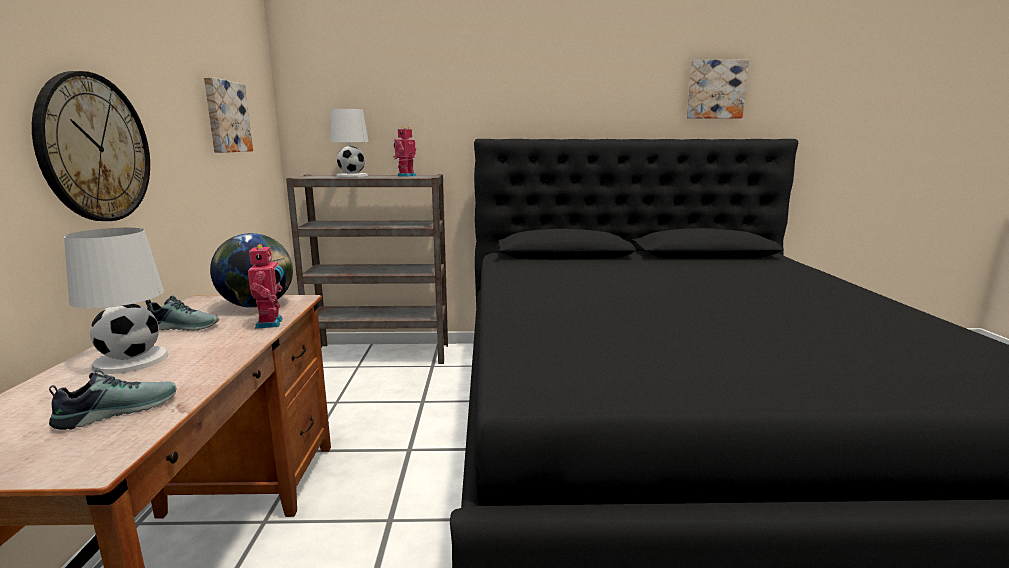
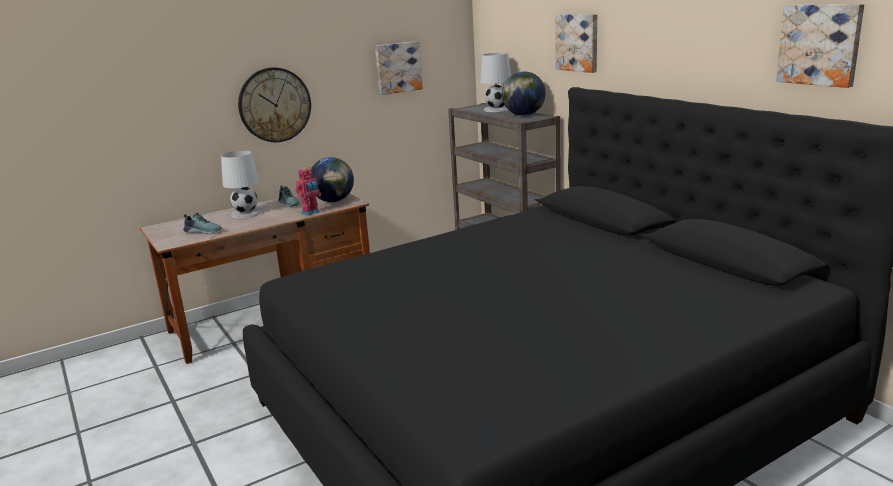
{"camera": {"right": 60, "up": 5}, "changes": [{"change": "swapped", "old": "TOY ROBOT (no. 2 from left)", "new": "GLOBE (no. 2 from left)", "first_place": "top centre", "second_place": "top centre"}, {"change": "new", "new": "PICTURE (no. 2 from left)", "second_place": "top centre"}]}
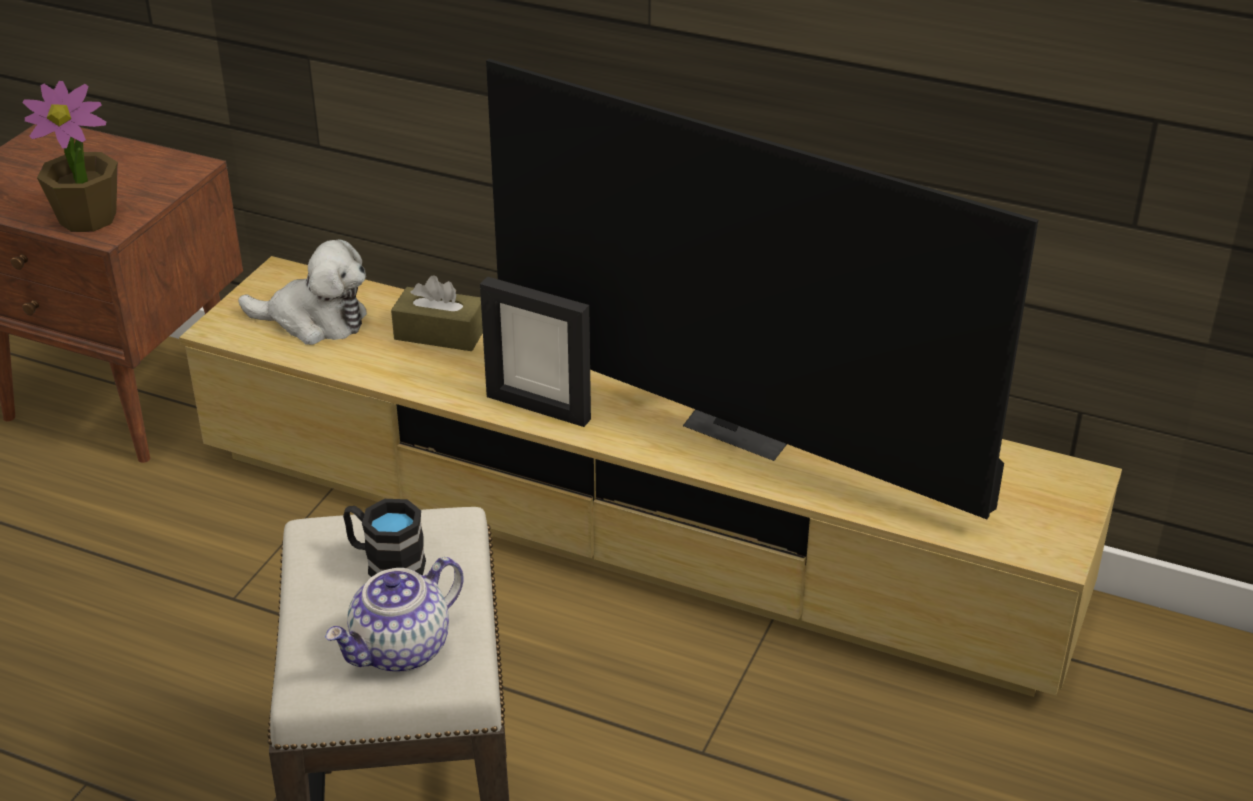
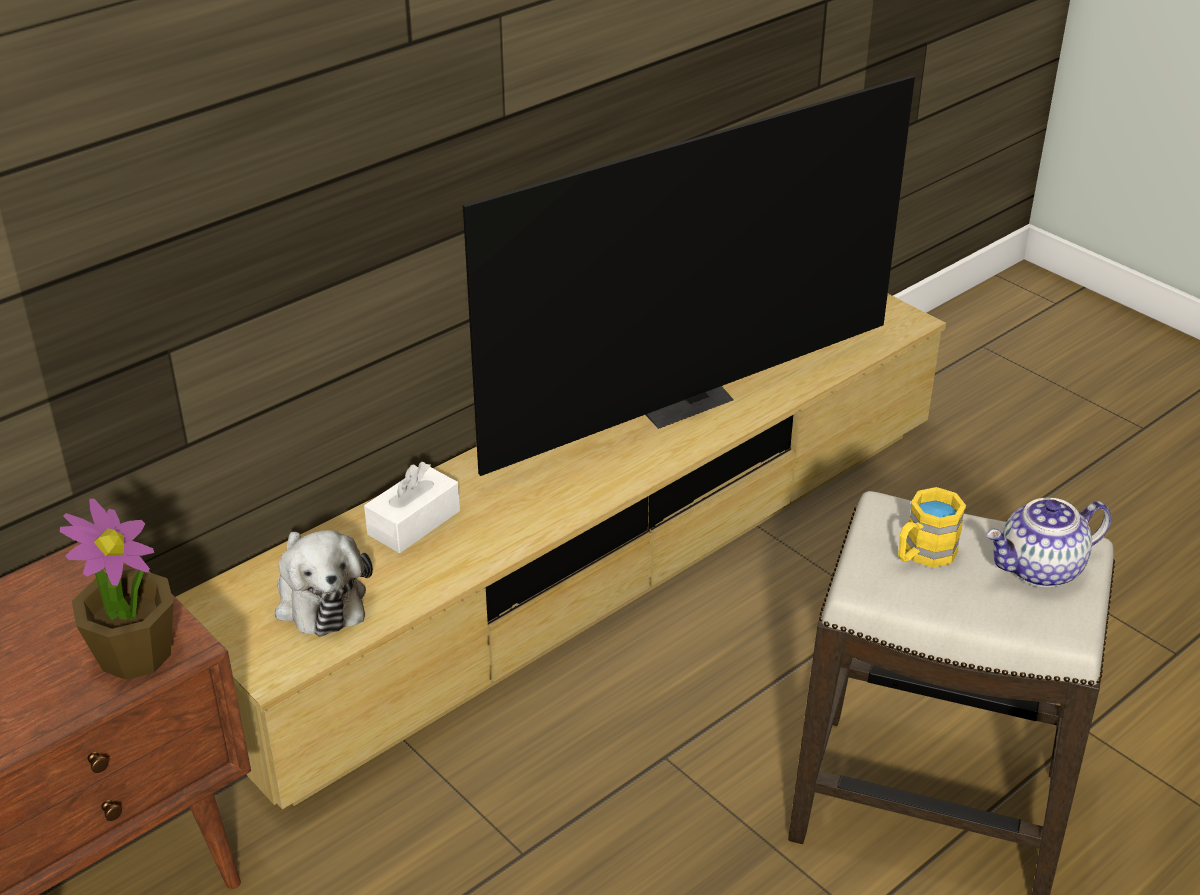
{"camera": {"right": -65, "up": 0}, "changes": [{"change": "rotated", "old": "PLUSH TOY", "first_place": "middle left", "second_place": "middle left", "degrees": 120}, {"change": "rotated", "old": "TEAPOT", "first_place": "bottom left", "second_place": "middle right", "degrees": 90}, {"change": "repainted", "old": "BLACK MUG", "new": "YELLOW MUG", "first_place": "bottom left", "second_place": "middle right"}, {"change": "repainted", "old": "BROWN TISSUE BOX", "new": "WHITE TISSUE BOX", "first_place": "centre", "second_place": "centre"}, {"change": "gone", "old": "PICTURE FRAME", "first_place": "centre"}]}
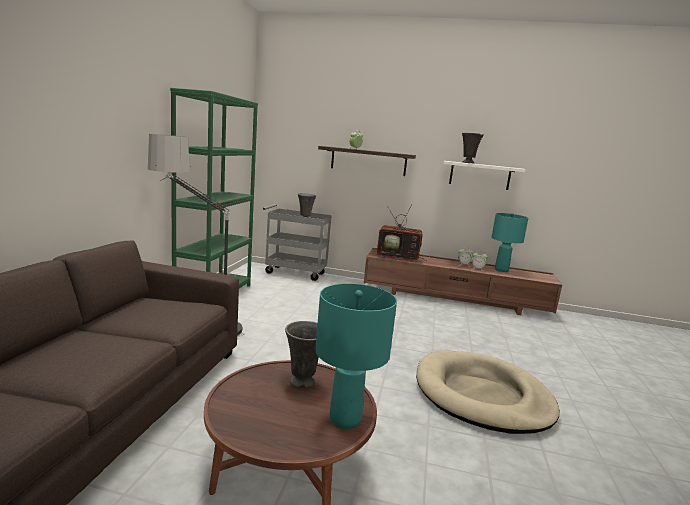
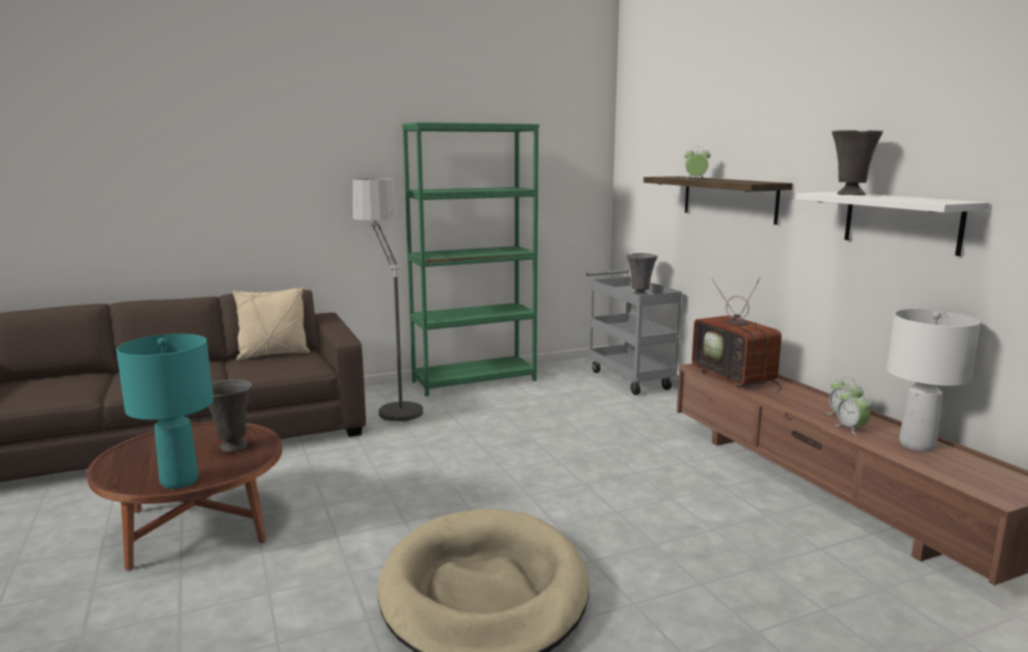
{"camera": {"right": 55, "up": 0}, "changes": [{"change": "repainted", "old": "TURQUOISE TABLE LAMP (no. 2 from left)", "new": "WHITE TABLE LAMP", "first_place": "middle right", "second_place": "middle right"}, {"change": "new", "new": "BEIGE PILLOW", "second_place": "middle left"}]}
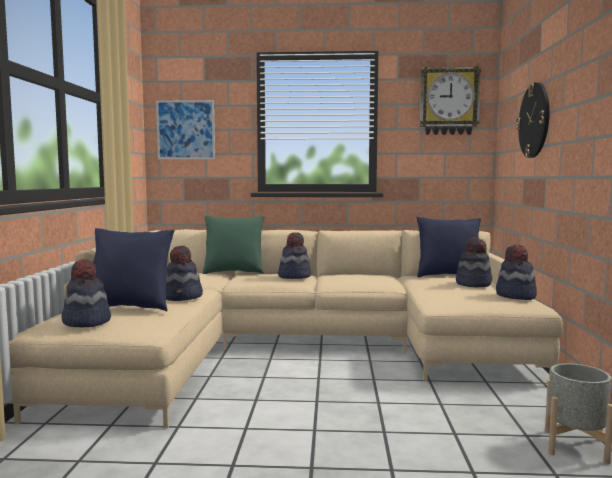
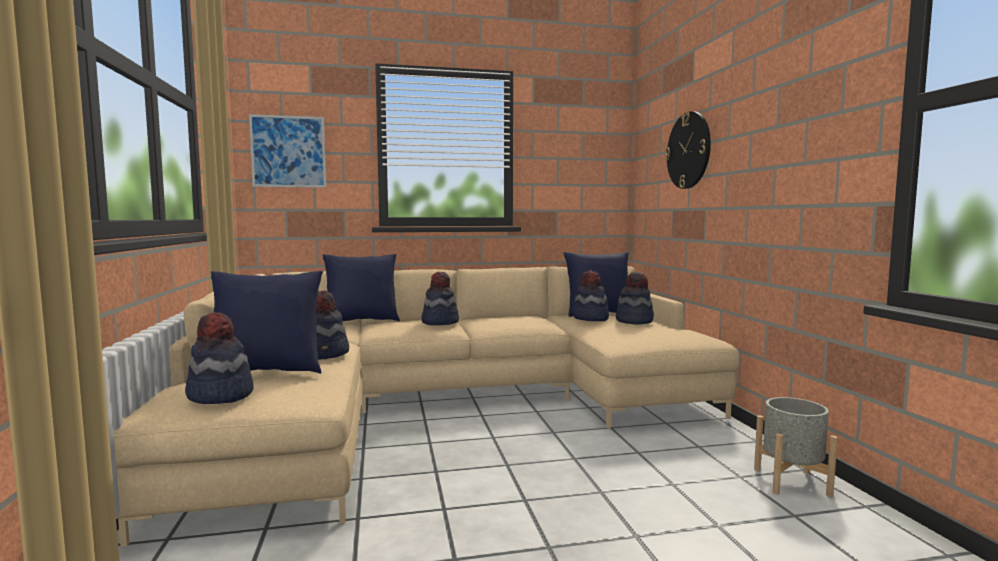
{"camera": {"right": -15, "up": 0}, "changes": [{"change": "repainted", "old": "GREEN PILLOW", "new": "BLUE PILLOW (no. 2 from left)", "first_place": "centre", "second_place": "centre"}, {"change": "gone", "old": "WALL CLOCK (no. 1 from left)", "first_place": "top right"}, {"change": "shifted", "old": "HAT (no. 5 from left in the first image)", "new": "HAT (no. 4 from left)", "first_place": "middle right", "second_place": "centre"}]}
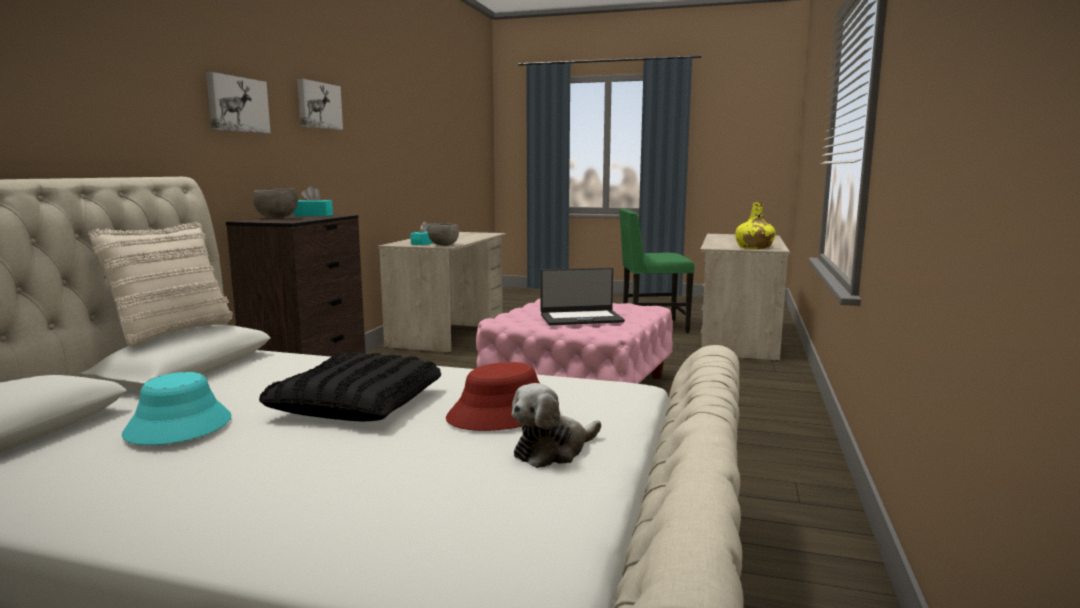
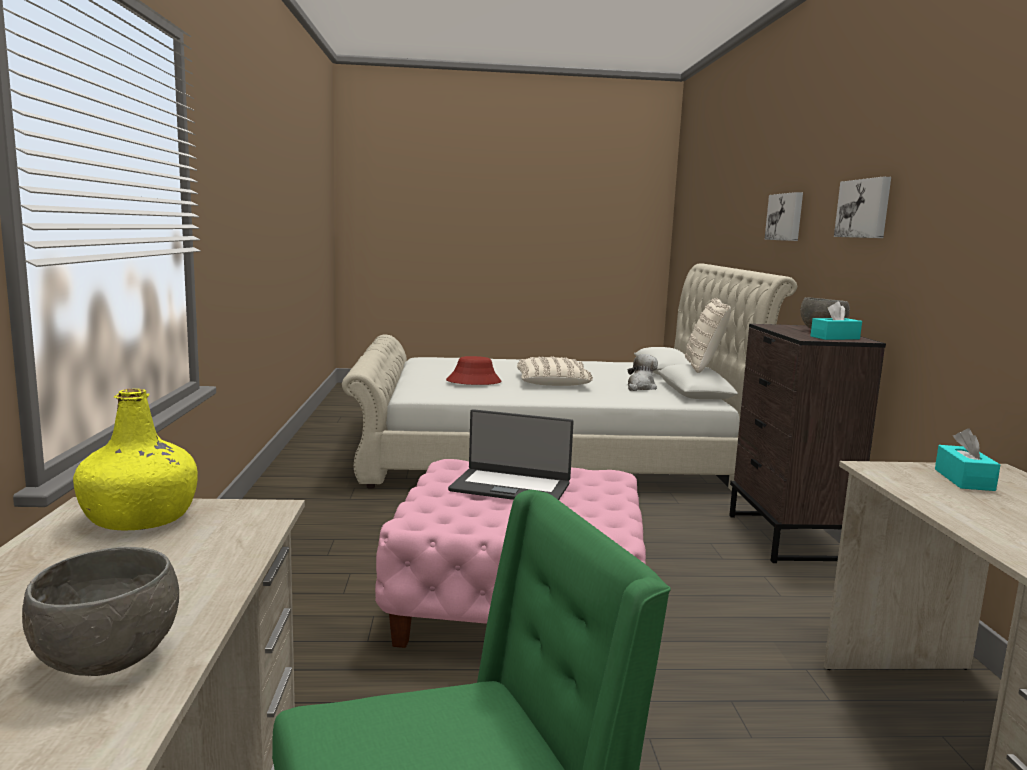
{"camera": {"right": 160, "up": 0}, "changes": [{"change": "gone", "old": "TURQUOISE HAT", "first_place": "bottom left"}, {"change": "repainted", "old": "BLACK PILLOW", "new": "BEIGE PILLOW (no. 1 from left)", "first_place": "middle left", "second_place": "centre"}, {"change": "shifted", "old": "PICTURE (no. 2 from left in the first image)", "new": "PICTURE (no. 1 from left)", "first_place": "top left", "second_place": "top right"}, {"change": "shifted", "old": "GREY BOWL (no. 2 from left in the first image)", "new": "GREY BOWL (no. 1 from left)", "first_place": "centre", "second_place": "bottom left"}, {"change": "shifted", "old": "PLUSH TOY", "first_place": "bottom centre", "second_place": "centre"}, {"change": "rotated", "old": "LAPTOP", "first_place": "centre", "second_place": "centre", "degrees": -135}]}
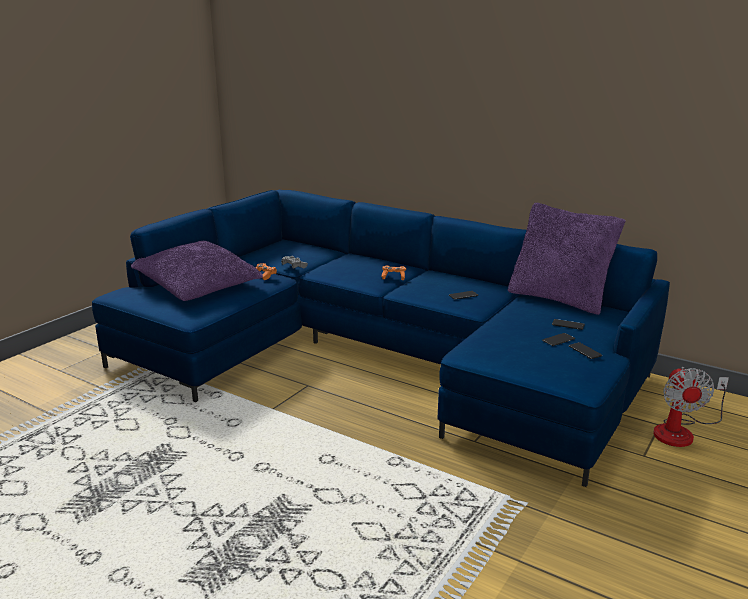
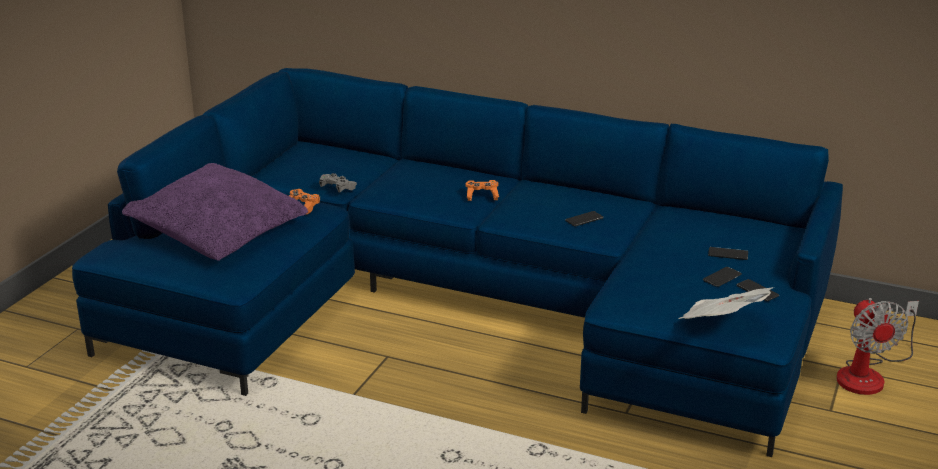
{"camera": {"right": -10, "up": 5}, "changes": [{"change": "gone", "old": "PURPLE PILLOW (no. 2 from left)", "first_place": "middle right"}, {"change": "new", "new": "NEWSPAPER", "second_place": "middle right"}]}
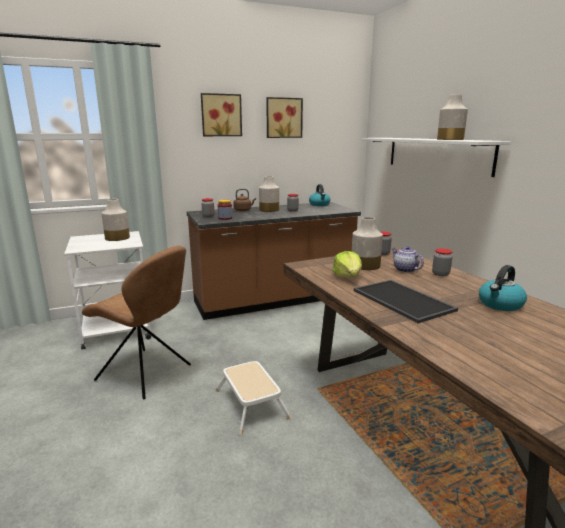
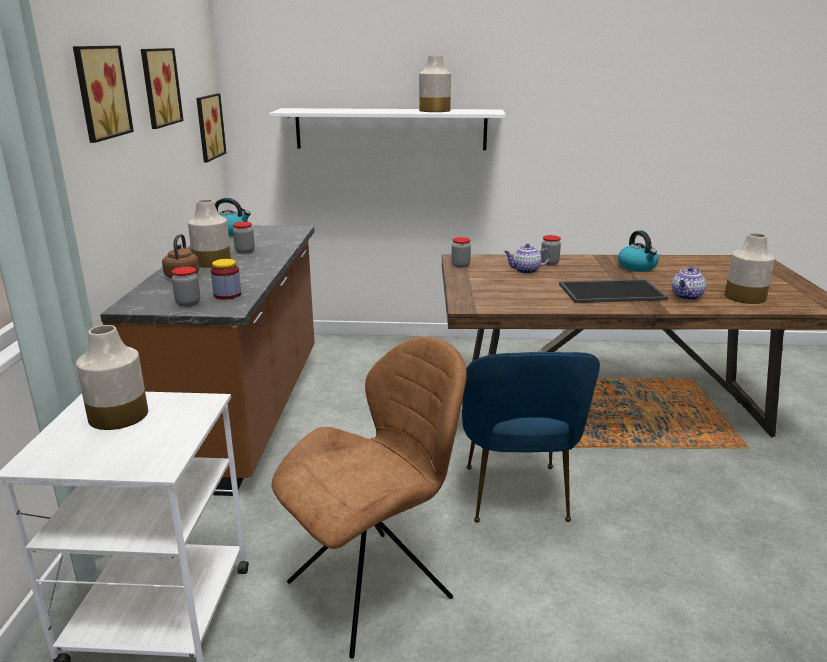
{"camera": {"right": -65, "up": 5}, "changes": [{"change": "swapped", "old": "BEIGE STEP LADDER", "new": "BLUE CHAIR", "first_place": "bottom centre", "second_place": "centre"}, {"change": "gone", "old": "LETTUCE", "first_place": "centre"}, {"change": "shifted", "old": "BEIGE VASE (no. 3 from left in the first image)", "new": "BEIGE VASE (no. 4 from left)", "first_place": "centre", "second_place": "middle right"}, {"change": "new", "new": "PICTURE (no. 3 from left)", "second_place": "top left"}, {"change": "new", "new": "TEAPOT (no. 2 from left)", "second_place": "middle right"}]}
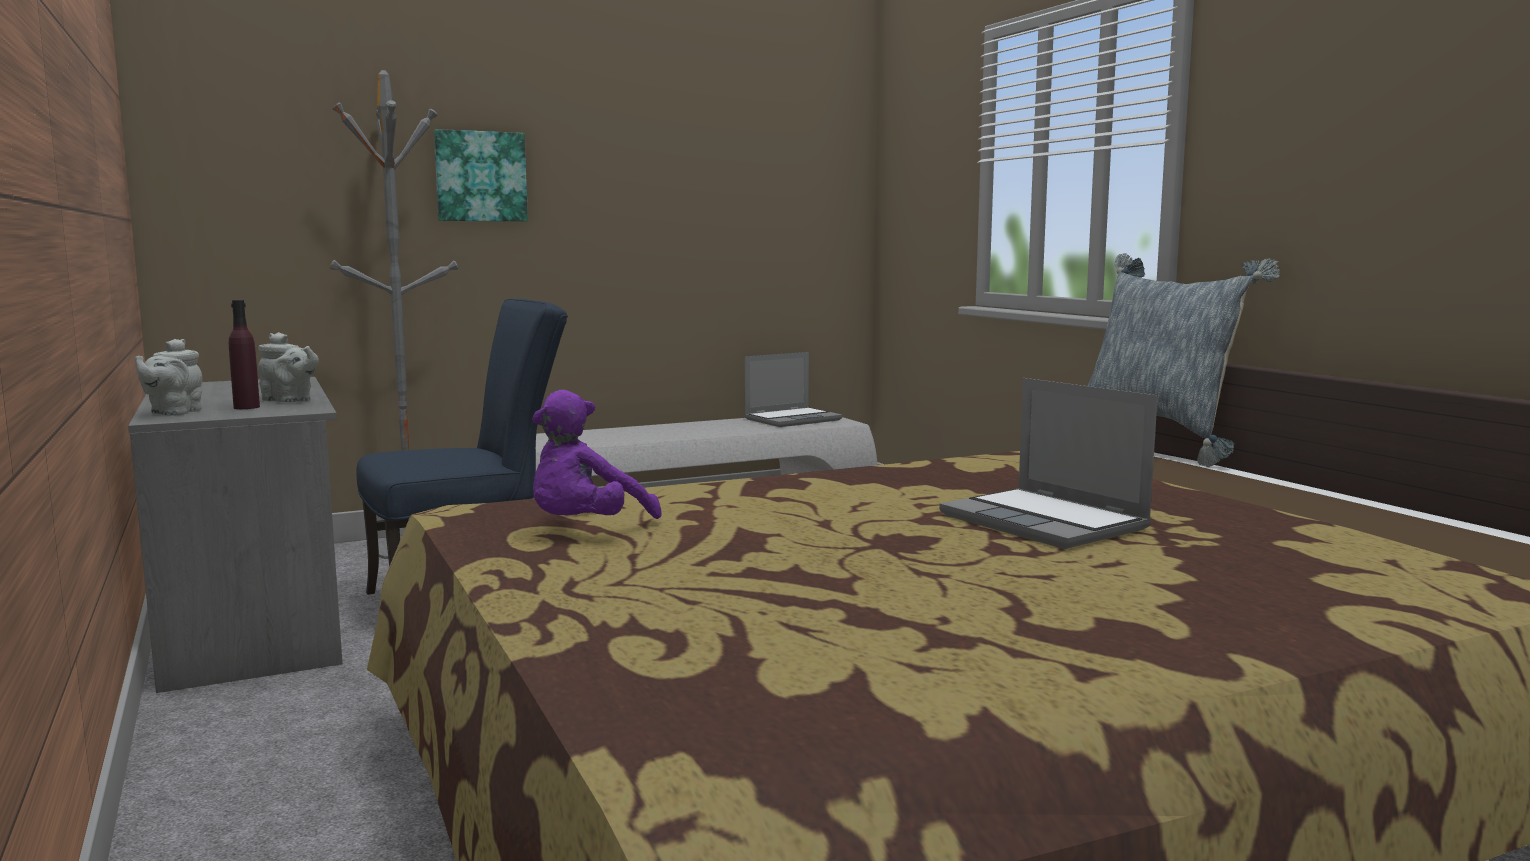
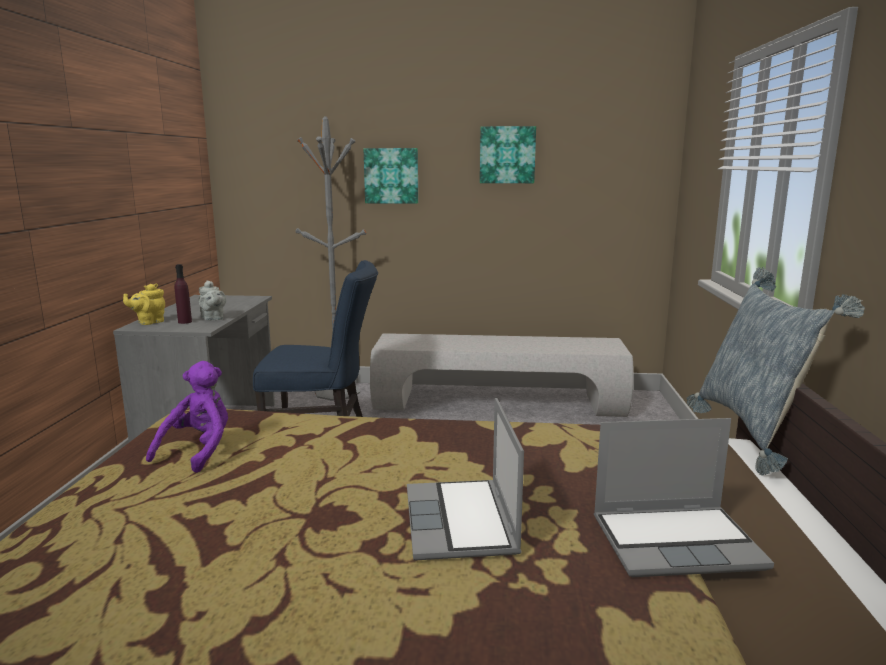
{"camera": {"right": 30, "up": 5}, "changes": [{"change": "repainted", "old": "GREY TEAPOT (no. 1 from left)", "new": "YELLOW TEAPOT", "first_place": "middle left", "second_place": "middle left"}, {"change": "rotated", "old": "PURPLE PLUSH TOY", "first_place": "centre", "second_place": "middle left", "degrees": 135}, {"change": "shifted", "old": "LAPTOP (no. 1 from left in the first image)", "new": "LAPTOP (no. 2 from left)", "first_place": "centre", "second_place": "bottom right"}, {"change": "new", "new": "PICTURE (no. 2 from left)", "second_place": "top centre"}]}
